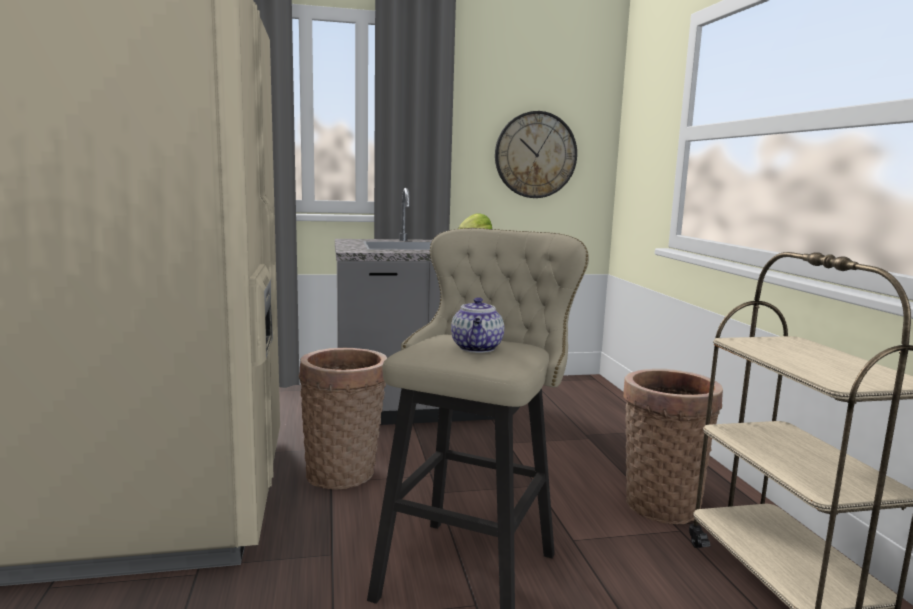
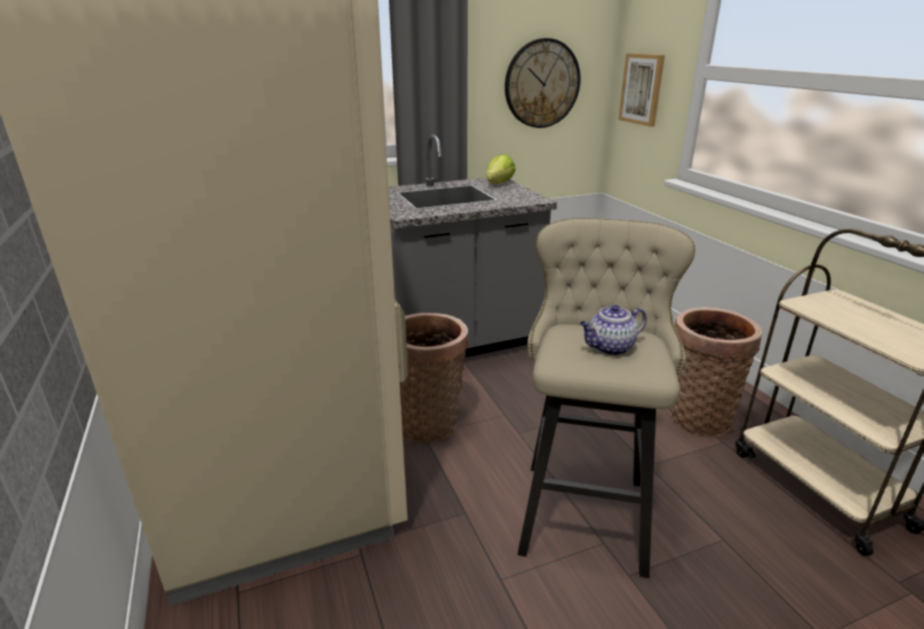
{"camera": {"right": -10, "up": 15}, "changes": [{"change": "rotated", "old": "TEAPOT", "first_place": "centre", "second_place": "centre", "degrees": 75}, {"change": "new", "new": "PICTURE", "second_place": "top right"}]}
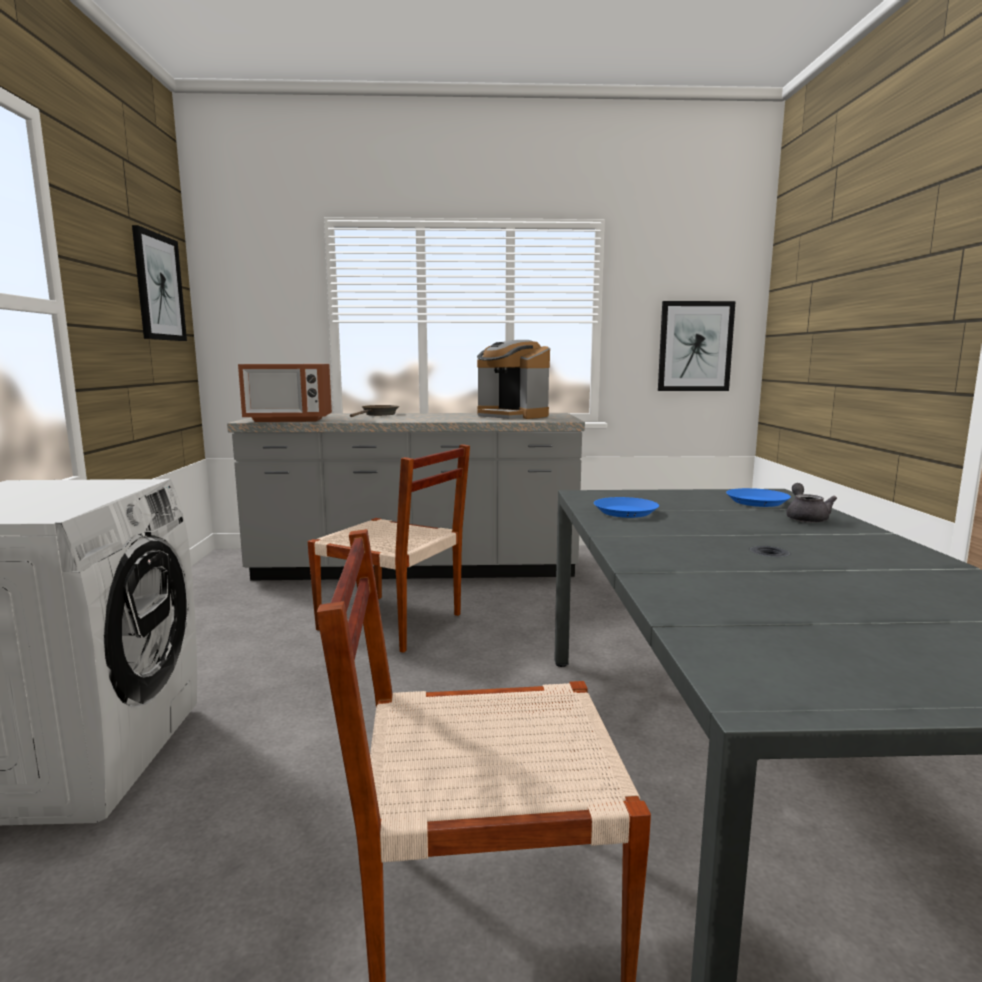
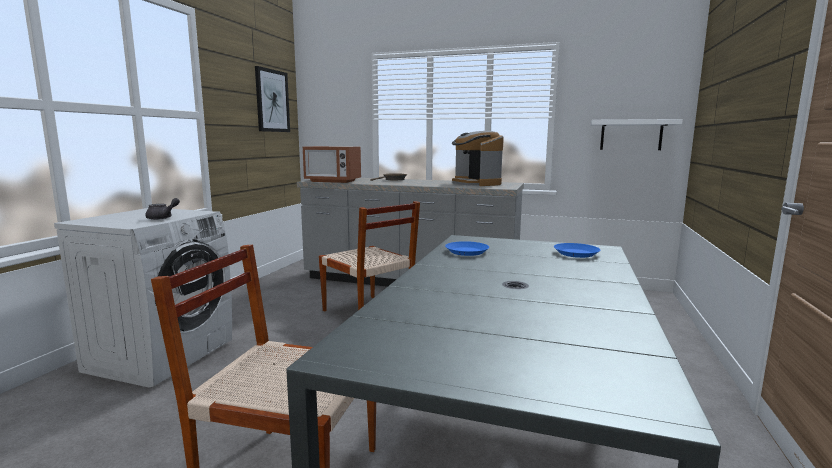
{"camera": {"right": 20, "up": 0}, "changes": [{"change": "swapped", "old": "PICTURE (no. 2 from left)", "new": "WHITE SHELF", "first_place": "middle right", "second_place": "top right"}, {"change": "shifted", "old": "GREY TEAPOT", "first_place": "middle right", "second_place": "middle left"}]}
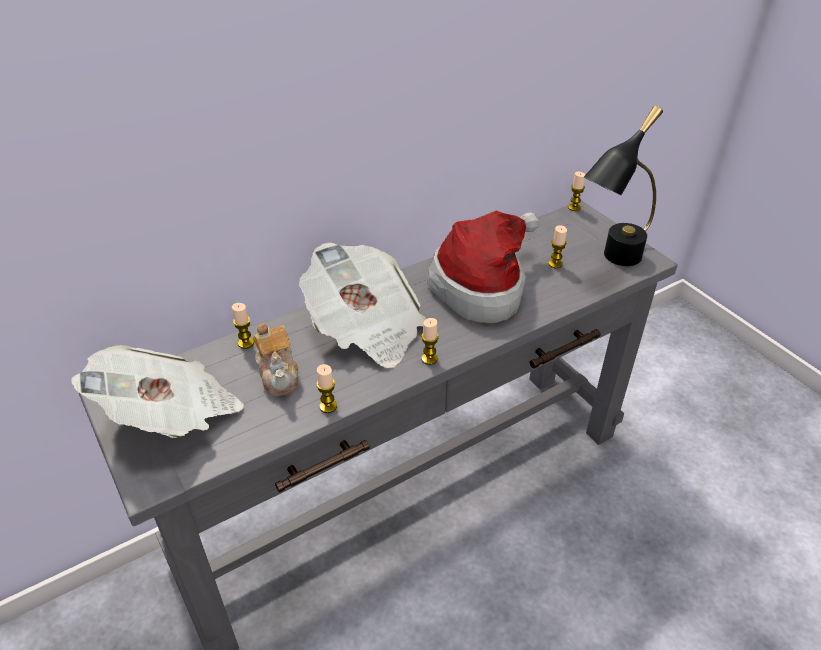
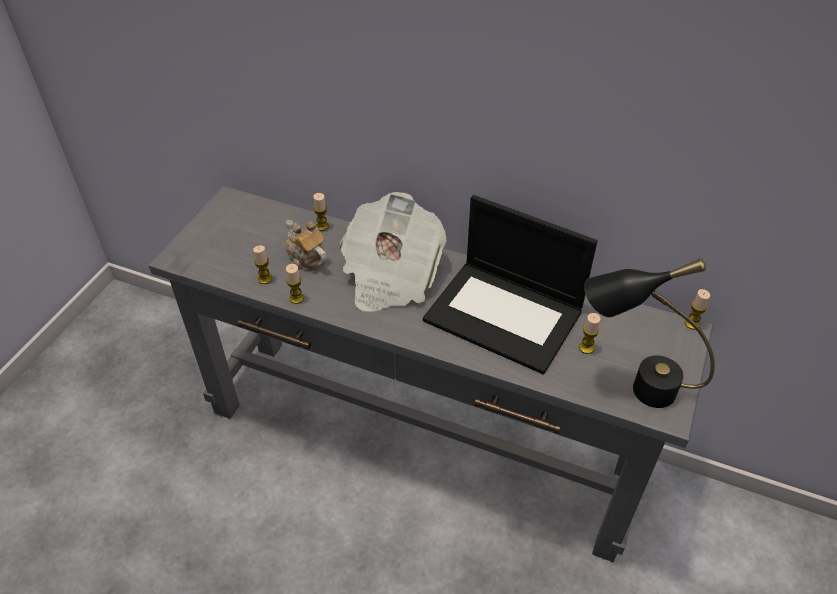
{"camera": {"right": 55, "up": 5}, "changes": [{"change": "gone", "old": "NEWSPAPER (no. 1 from left)", "first_place": "middle left"}, {"change": "rotated", "old": "TEAPOT", "first_place": "centre", "second_place": "centre", "degrees": 105}, {"change": "shifted", "old": "CANDLE (no. 3 from left in the first image)", "new": "CANDLE (no. 1 from left)", "first_place": "centre", "second_place": "middle left"}, {"change": "swapped", "old": "HAT", "new": "LAPTOP", "first_place": "centre", "second_place": "centre"}]}
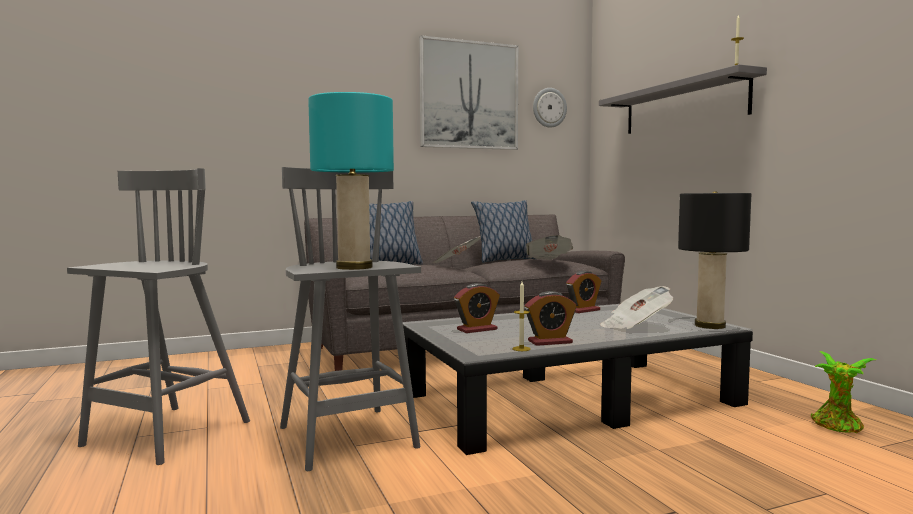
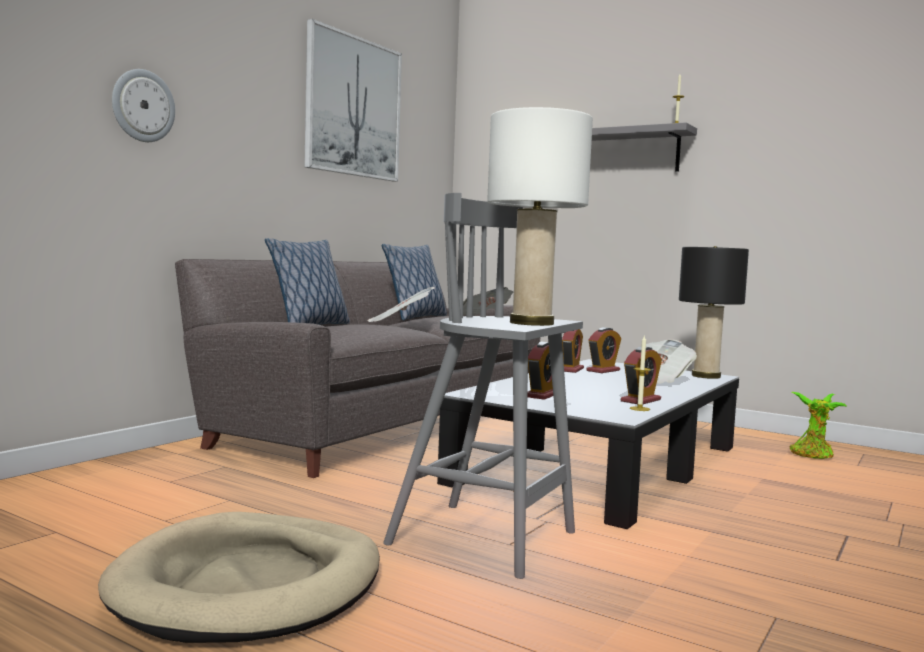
{"camera": {"right": -35, "up": 0}, "changes": [{"change": "swapped", "old": "GREY STOOL (no. 1 from left)", "new": "BEIGE DOG BED", "first_place": "middle left", "second_place": "bottom left"}, {"change": "repainted", "old": "TURQUOISE TABLE LAMP", "new": "WHITE TABLE LAMP", "first_place": "centre", "second_place": "top centre"}, {"change": "shifted", "old": "WALL CLOCK", "first_place": "top centre", "second_place": "top left"}, {"change": "new", "new": "ALARM CLOCK (no. 3 from left)", "second_place": "centre"}]}
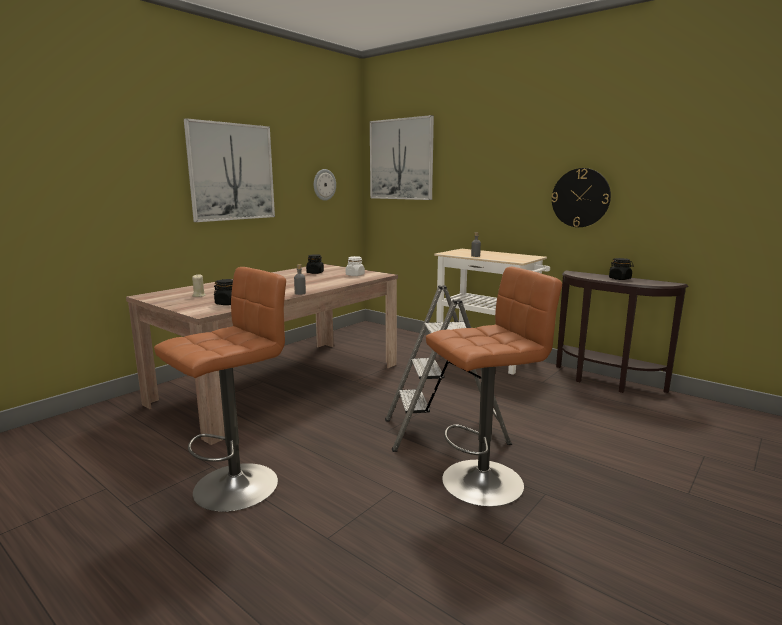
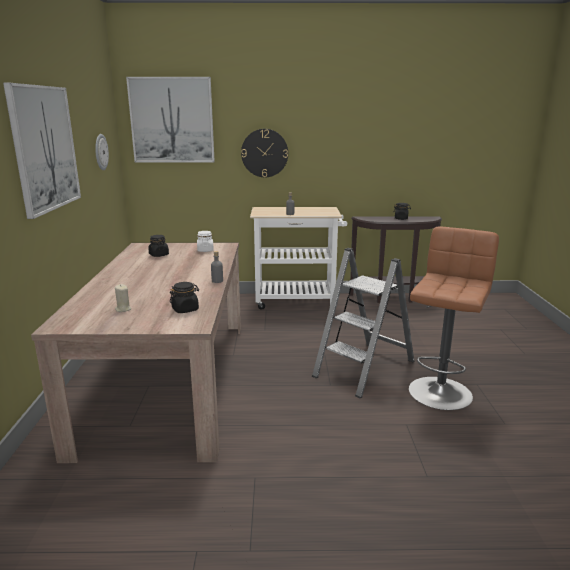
{"camera": {"right": -40, "up": 5}, "changes": [{"change": "gone", "old": "BROWN STOOL (no. 1 from left)", "first_place": "middle left"}, {"change": "shifted", "old": "WALL CLOCK (no. 2 from left)", "first_place": "top right", "second_place": "top centre"}]}
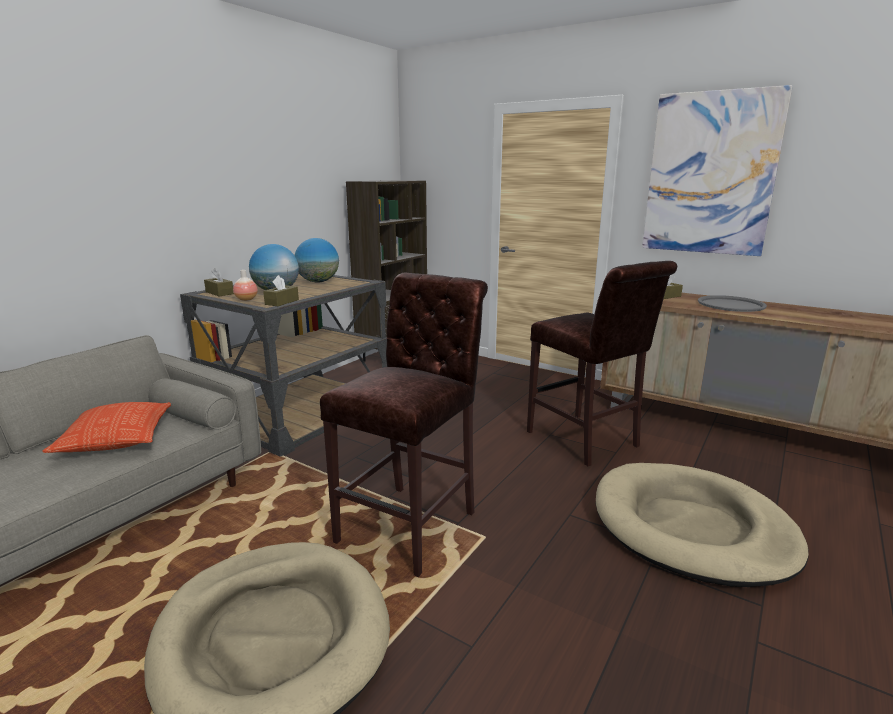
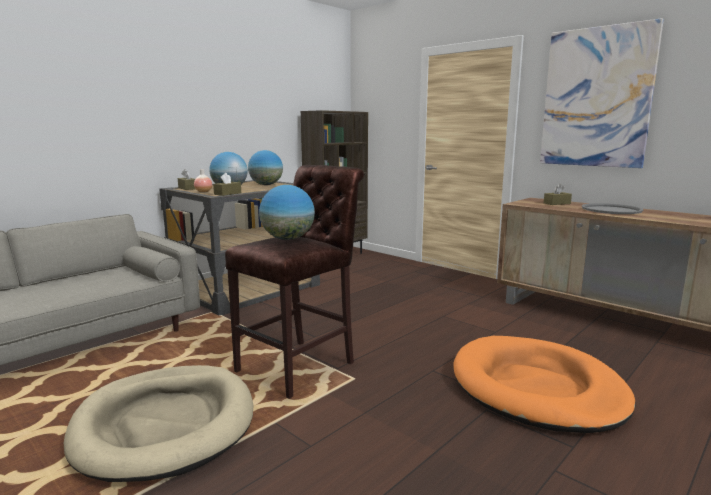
{"camera": {"right": 10, "up": -5}, "changes": [{"change": "gone", "old": "ORANGE PILLOW", "first_place": "middle left"}, {"change": "gone", "old": "BROWN STOOL (no. 2 from left)", "first_place": "middle right"}, {"change": "repainted", "old": "BEIGE DOG BED (no. 2 from left)", "new": "ORANGE DOG BED", "first_place": "bottom right", "second_place": "bottom right"}, {"change": "new", "new": "GLOBE (no. 3 from left)", "second_place": "centre"}]}
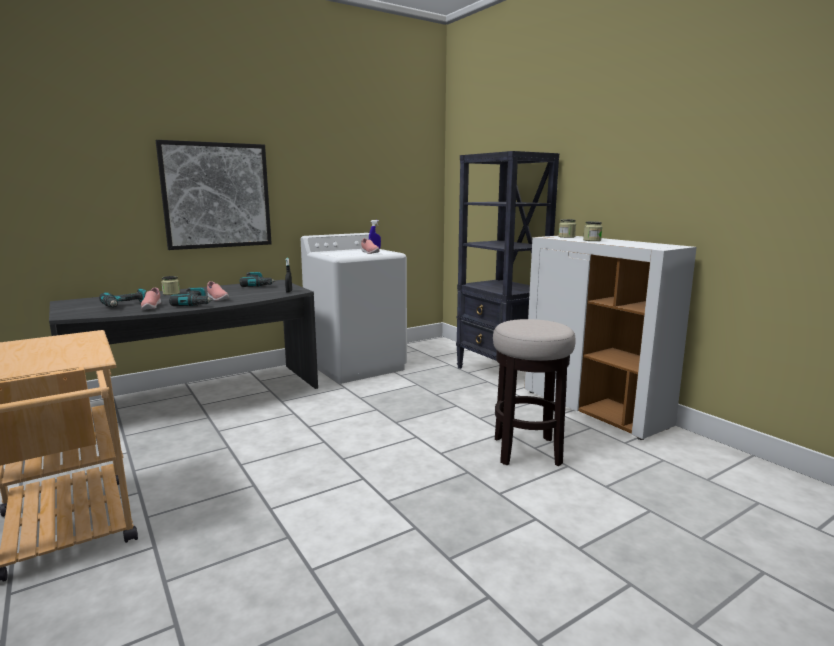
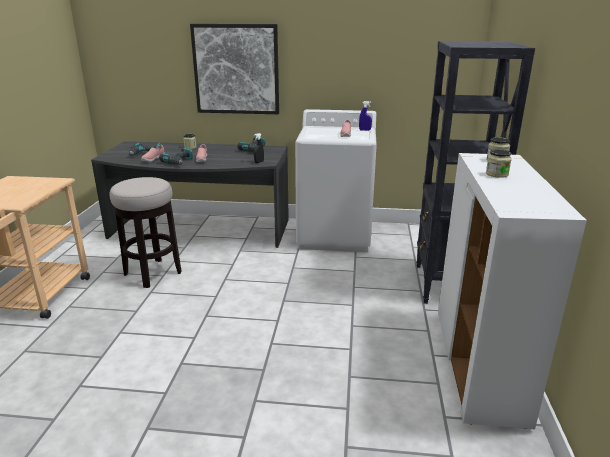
{"camera": {"right": 40, "up": 10}, "changes": [{"change": "shifted", "old": "STOOL", "first_place": "centre", "second_place": "middle left"}]}
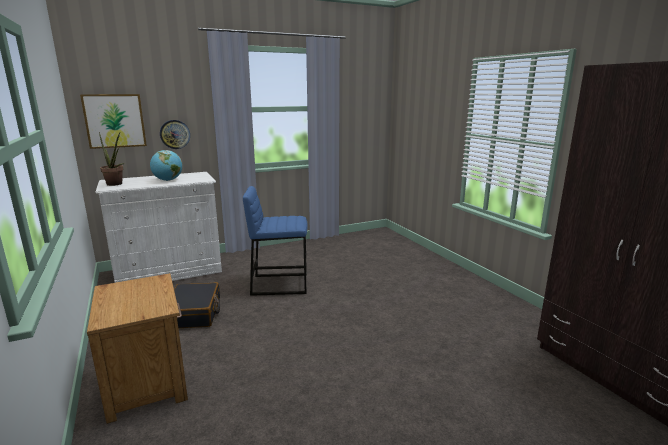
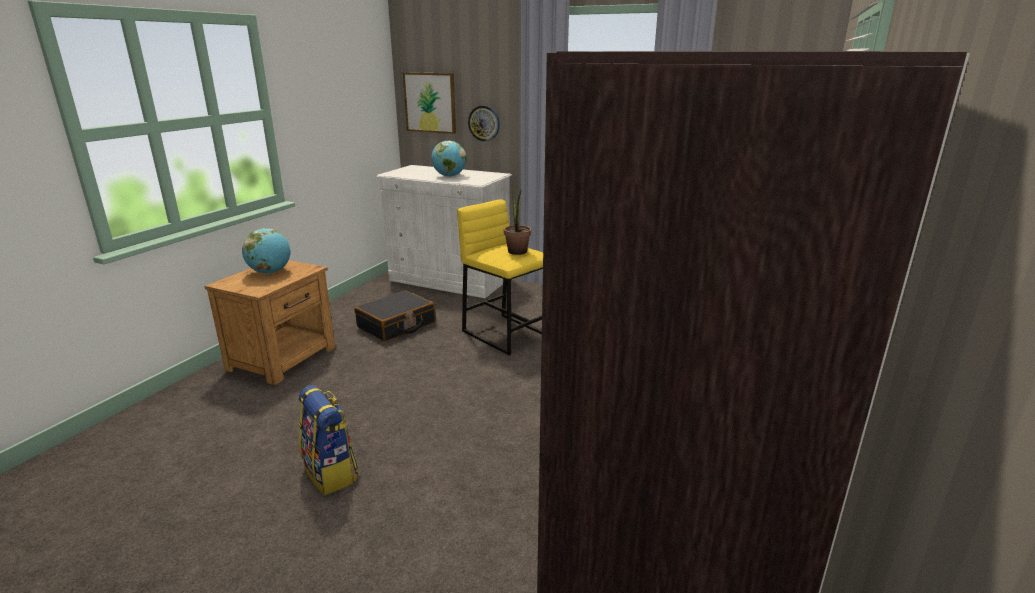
{"camera": {"right": 50, "up": 5}, "changes": [{"change": "shifted", "old": "POTTED PLANT", "first_place": "middle left", "second_place": "centre"}, {"change": "repainted", "old": "BLUE STOOL", "new": "YELLOW STOOL", "first_place": "centre", "second_place": "centre"}, {"change": "new", "new": "GLOBE (no. 1 from left)", "second_place": "middle left"}, {"change": "new", "new": "BACKPACK", "second_place": "bottom left"}]}
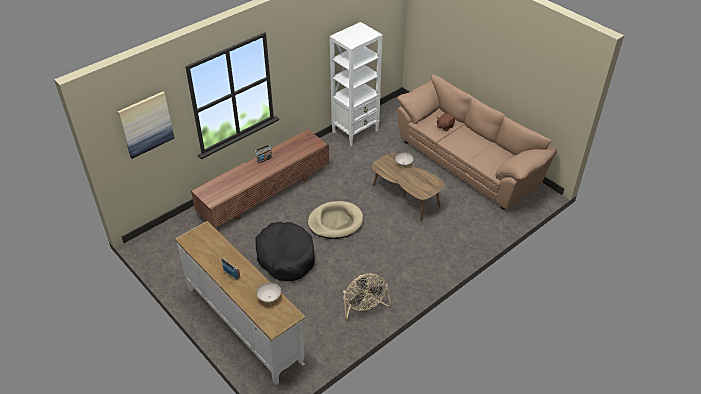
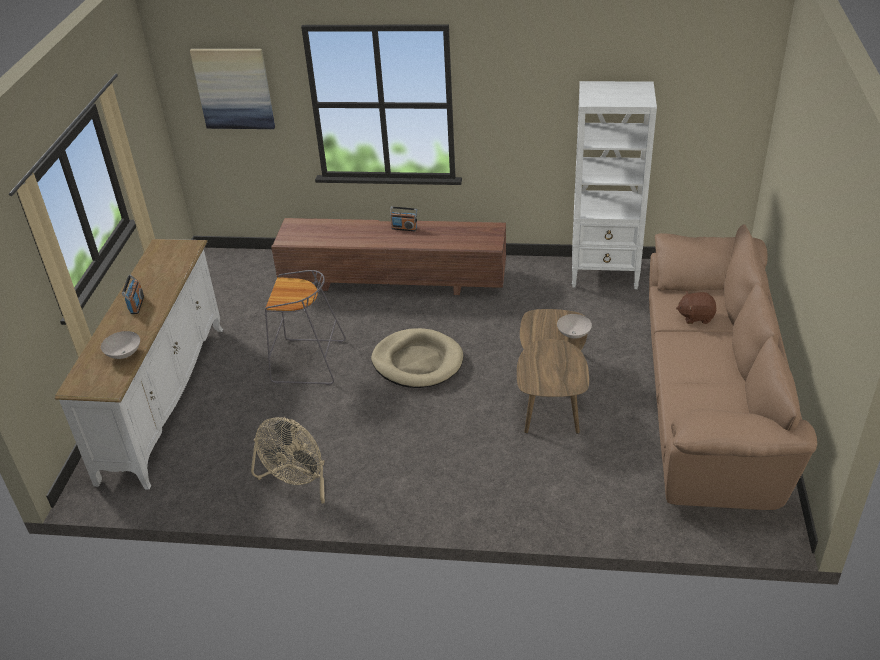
{"camera": {"right": 50, "up": -5}, "changes": [{"change": "swapped", "old": "BLACK DOG BED", "new": "GREY STOOL", "first_place": "centre", "second_place": "centre"}]}
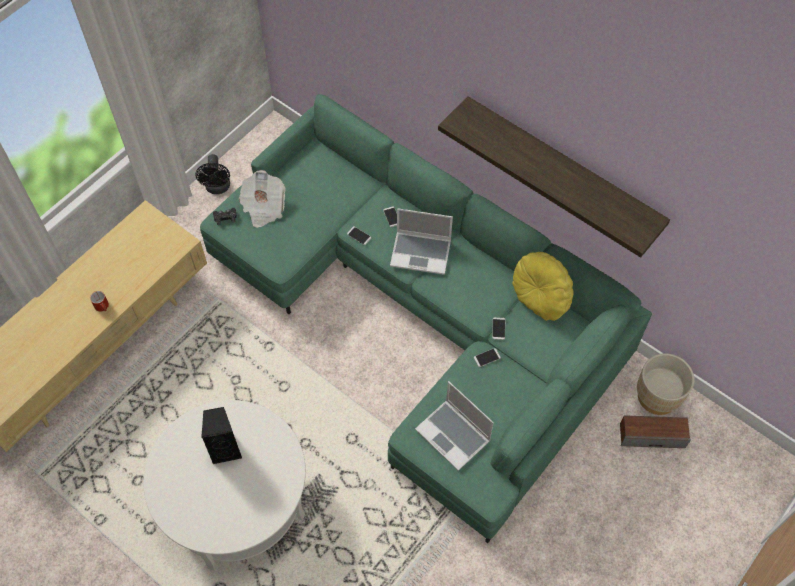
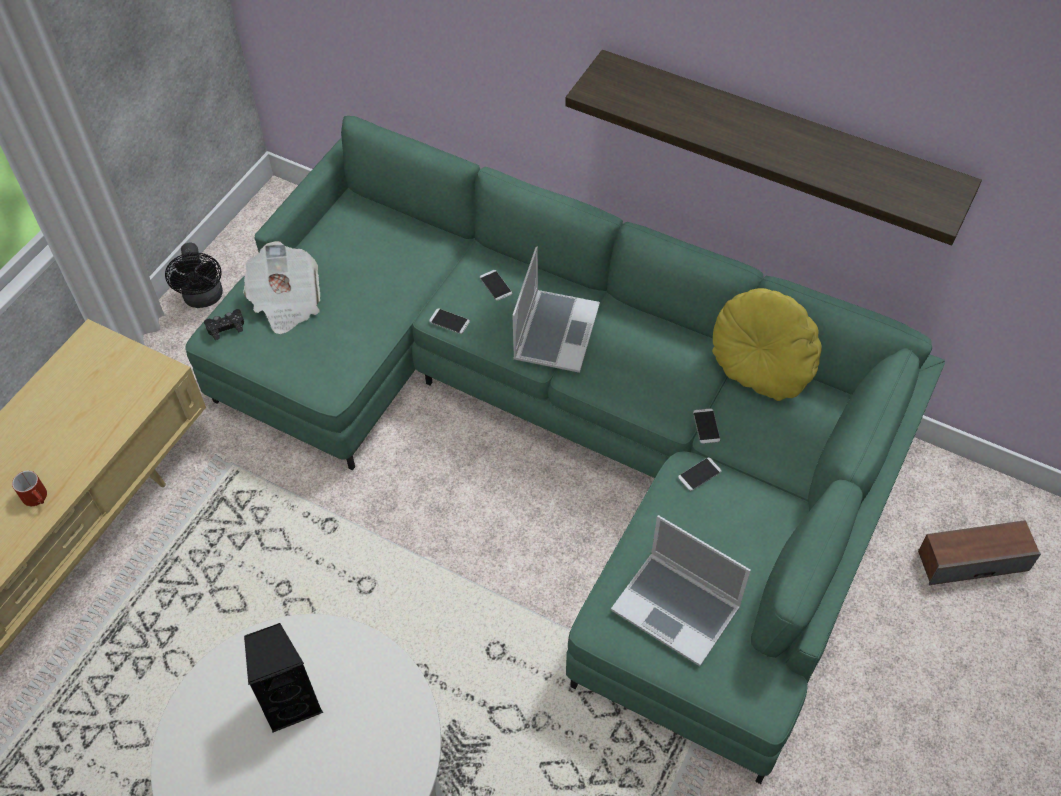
{"camera": {"right": -10, "up": -5}, "changes": [{"change": "rotated", "old": "LAPTOP (no. 1 from left)", "first_place": "centre", "second_place": "centre", "degrees": -75}, {"change": "gone", "old": "BEIGE PLANTER", "first_place": "middle right"}]}
